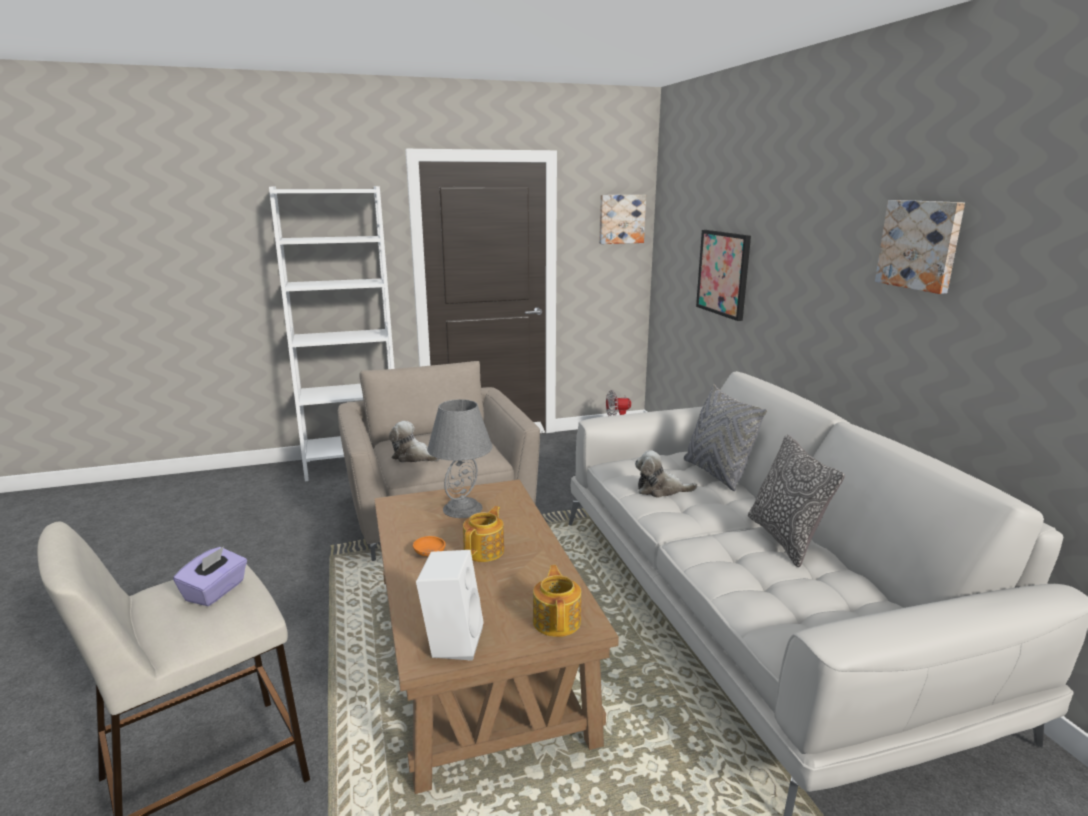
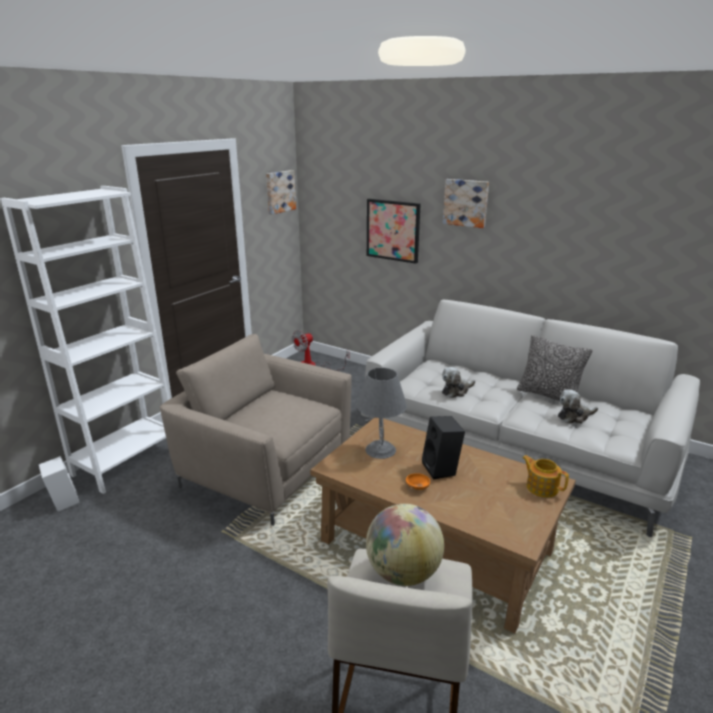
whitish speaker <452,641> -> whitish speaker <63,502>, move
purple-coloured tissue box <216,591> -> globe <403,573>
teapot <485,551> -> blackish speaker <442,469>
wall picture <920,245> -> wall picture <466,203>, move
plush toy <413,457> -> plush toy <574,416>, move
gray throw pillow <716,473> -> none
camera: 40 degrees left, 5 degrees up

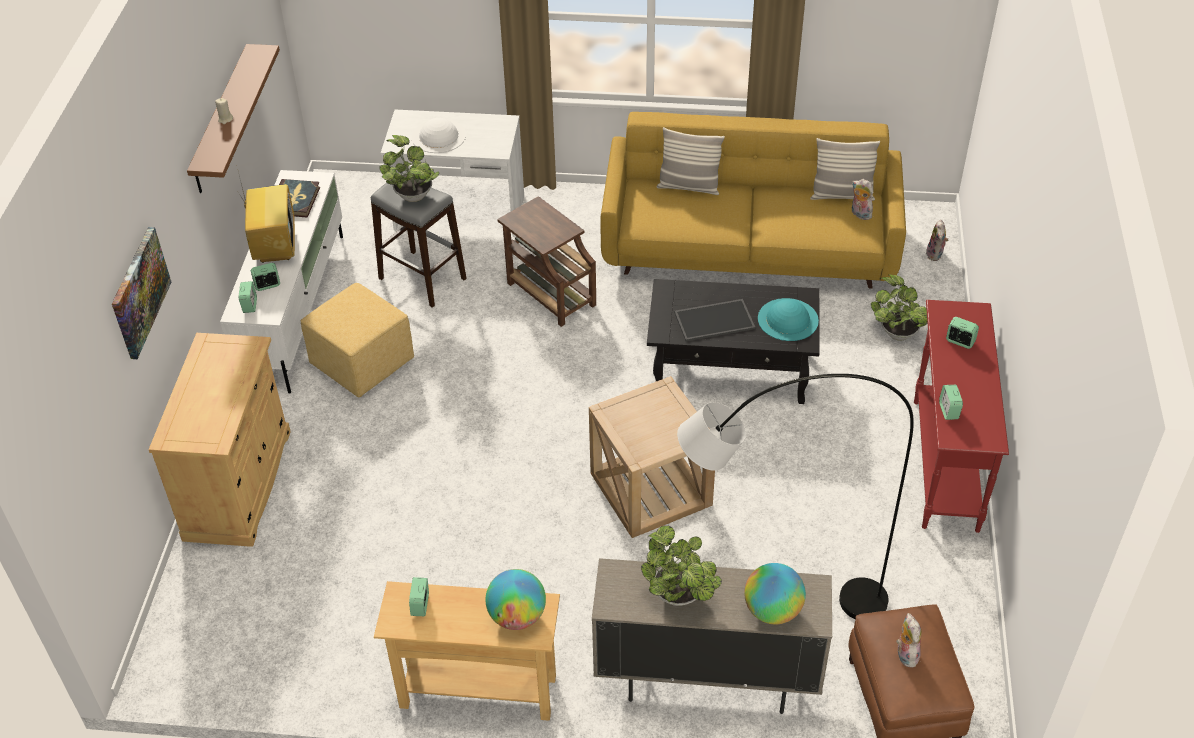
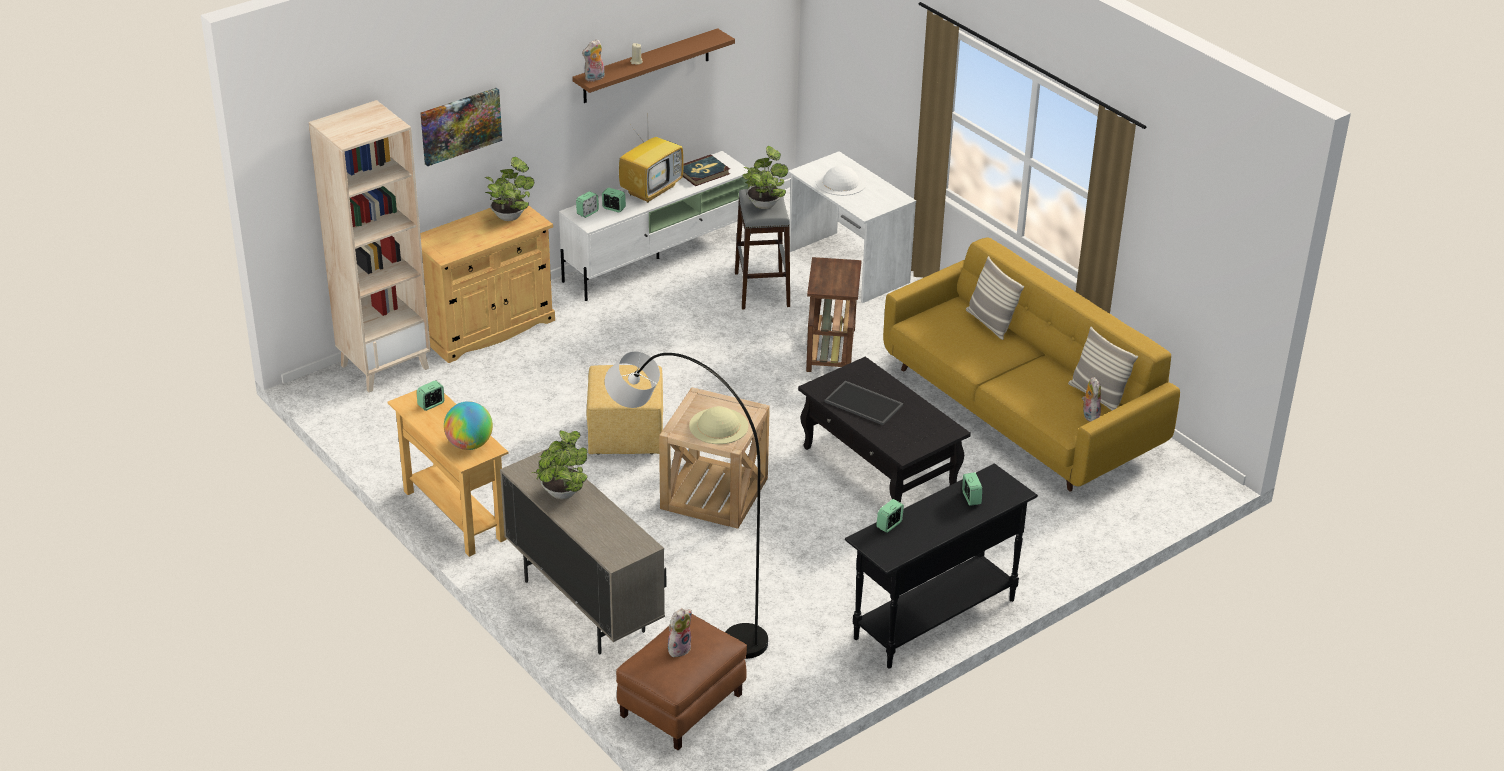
none -> beige bookcase <385,366>
plant in a pot <896,331> -> plant in a pot <510,215>, move
plush toy <935,255> -> plush toy <594,78>, move
yellow-coloured pouffe <361,364> -> yellow-coloured pouffe <624,436>, move
none -> beige hat <718,426>
reddish hall table <944,464> -> blackish hall table <933,619>
globe <772,610> -> none
blue-green hat <788,319> -> none
camera: 45 degrees right, 10 degrees down

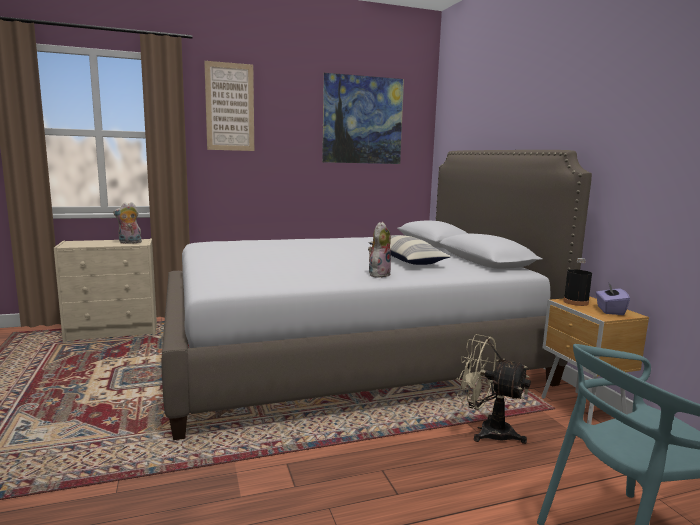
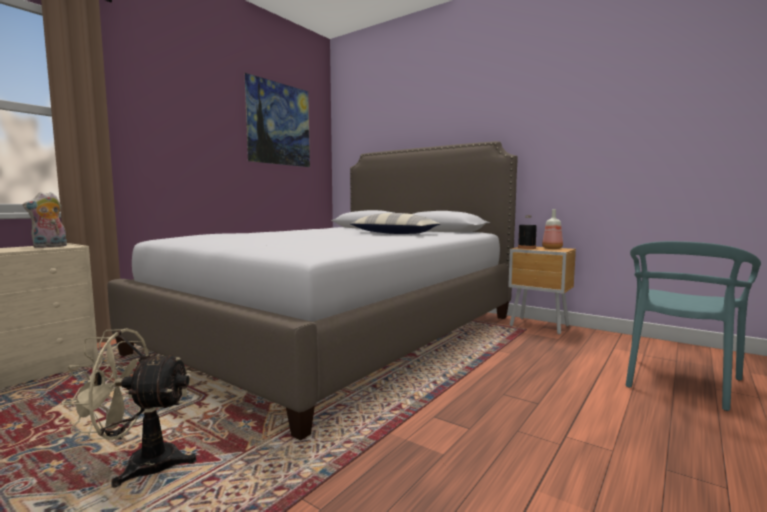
beige cooling fan <487,431> -> beige cooling fan <140,465>, move
purple-coloured tissue box <609,310> -> drink bottle <553,248>
wall picture <230,107> -> none
plush toy <378,274> -> none
camera: 35 degrees left, 5 degrees down

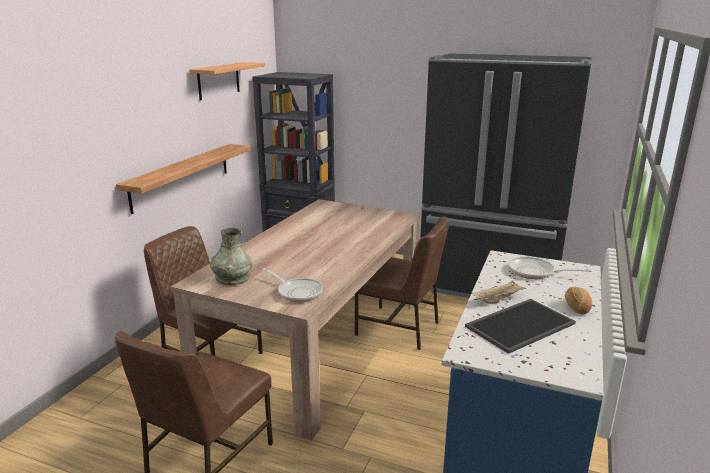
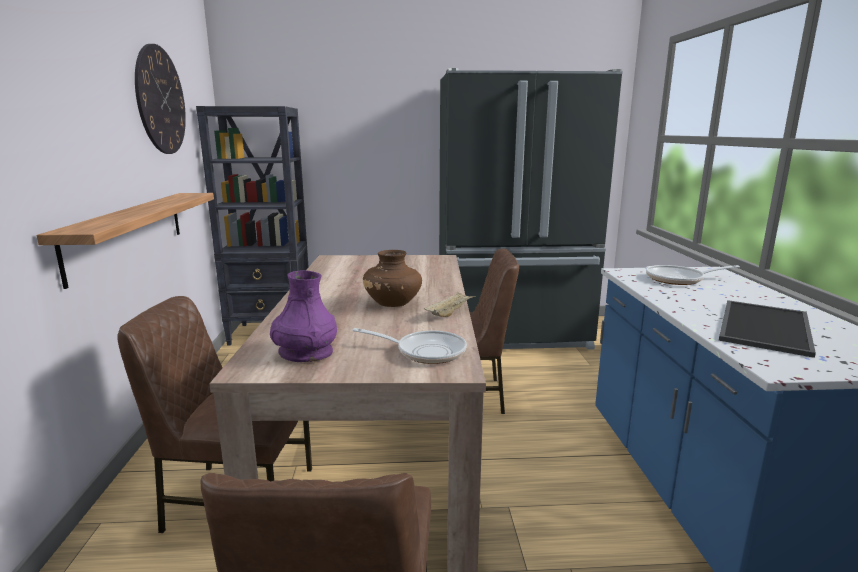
bracket shelf <218,80> -> clock on the wall <160,100>
gray decorative vase <232,278> -> purple-coloured decorative vase <305,353>
none -> brown-coloured decorative vase <393,304>
beige tray <498,300> -> beige tray <449,313>, move
bread <576,307> -> none
camera: 25 degrees left, 5 degrees down

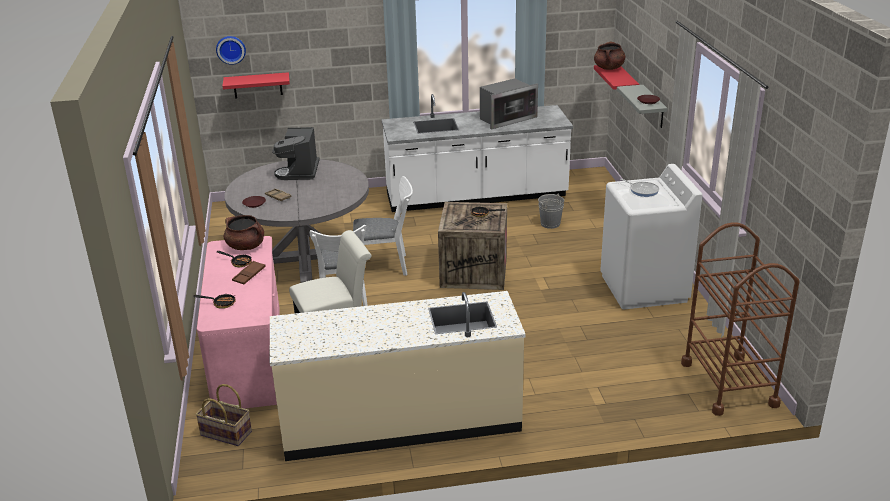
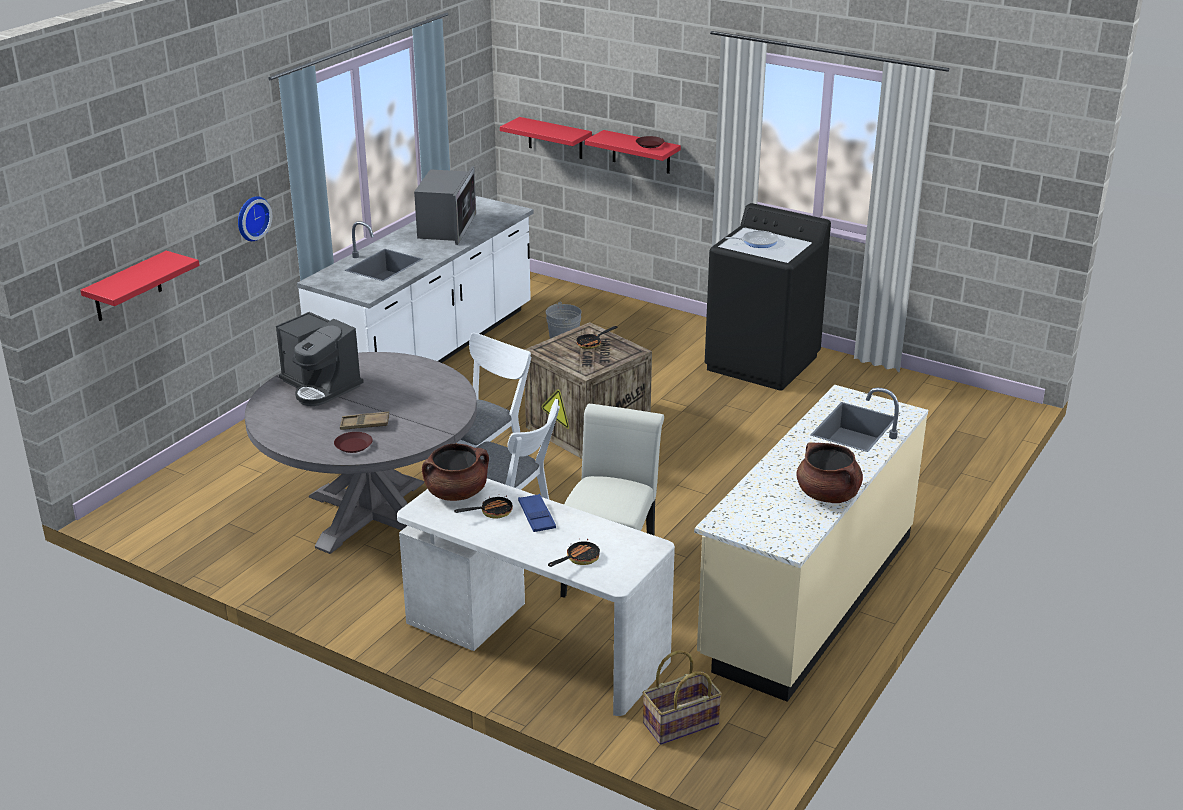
clock on the wall <231,49> -> clock on the wall <251,218>, move
pink-coloured desk <248,356> -> whitish desk <535,644>
brown-coloured tray <249,275> -> bluish tray <536,516>
gray bracket shelf <653,107> -> reddish bracket shelf <641,152>
whitish laundry machine <644,288> -> blackish laundry machine <762,363>
brown-coloured saucepot <609,68> -> brown-coloured saucepot <828,495>, move
brown-coloured trolley <728,384> -> none
camera: 50 degrees left, 0 degrees up

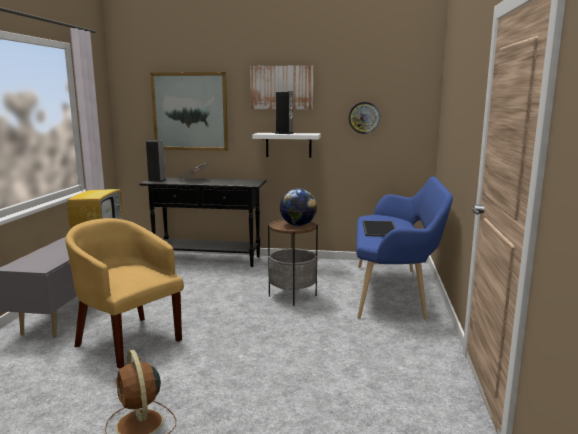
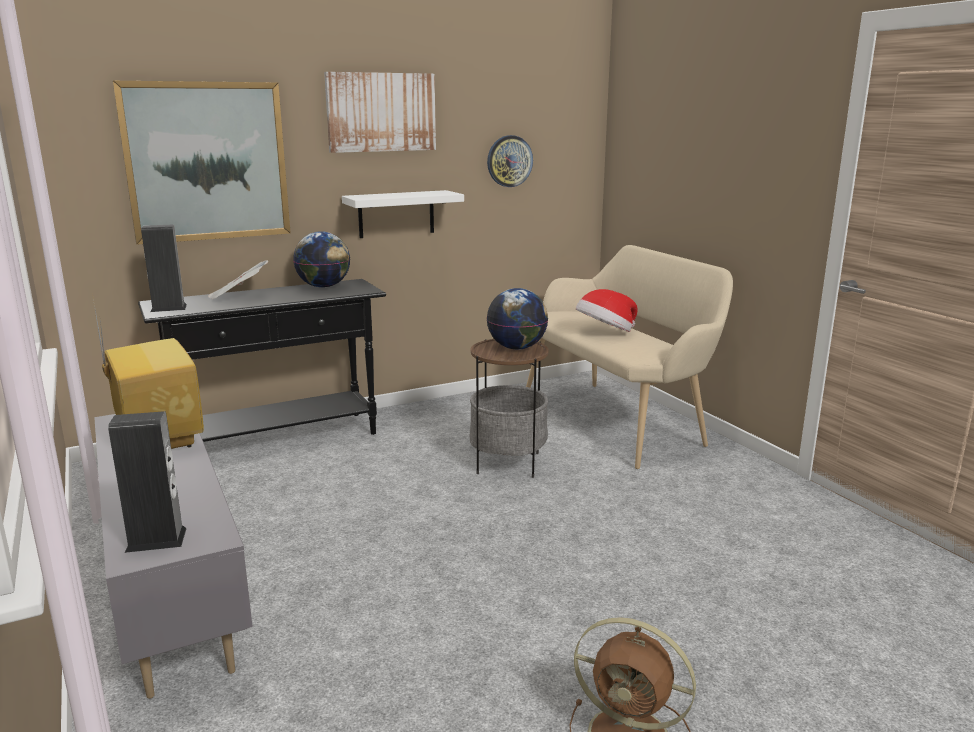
speaker <284,133> -> speaker <156,540>, move
none -> globe <324,286>
bluish long seat <394,291> -> beige long seat <618,419>
tray <380,229> -> hat <605,333>
yellow-coloured easy chair <128,340> -> none
camera: 35 degrees left, 5 degrees up

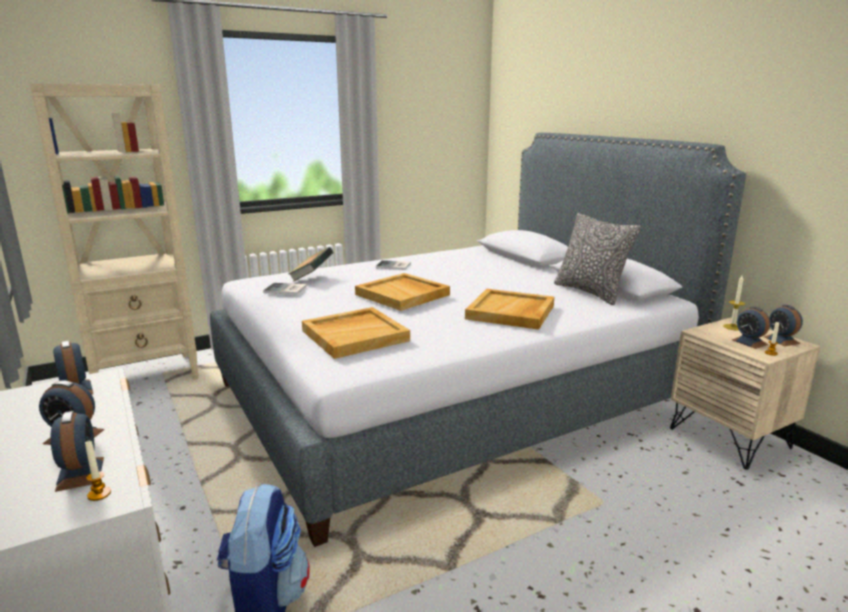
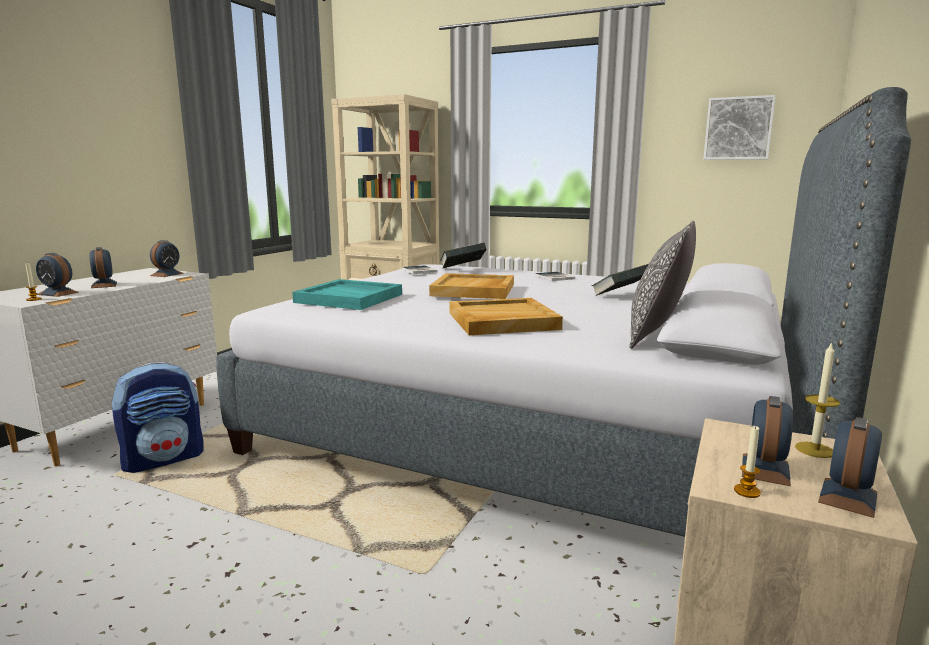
alarm clock <80,474> -> alarm clock <58,293>, 75 degrees clockwise
beige tray <355,335> -> blue-green tray <350,298>
none -> bound book <622,296>
none -> wall picture <738,128>
camera: 55 degrees right, 5 degrees down

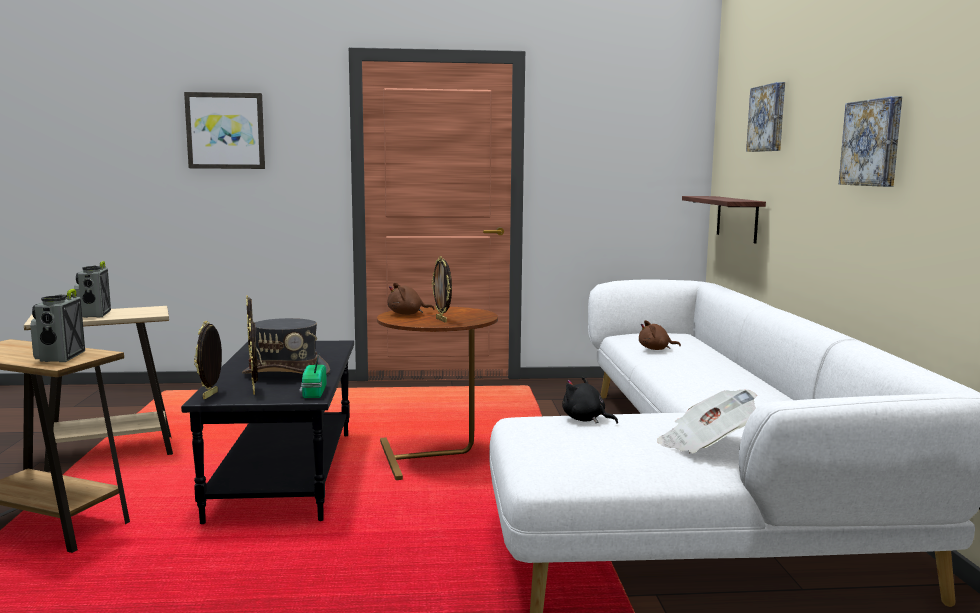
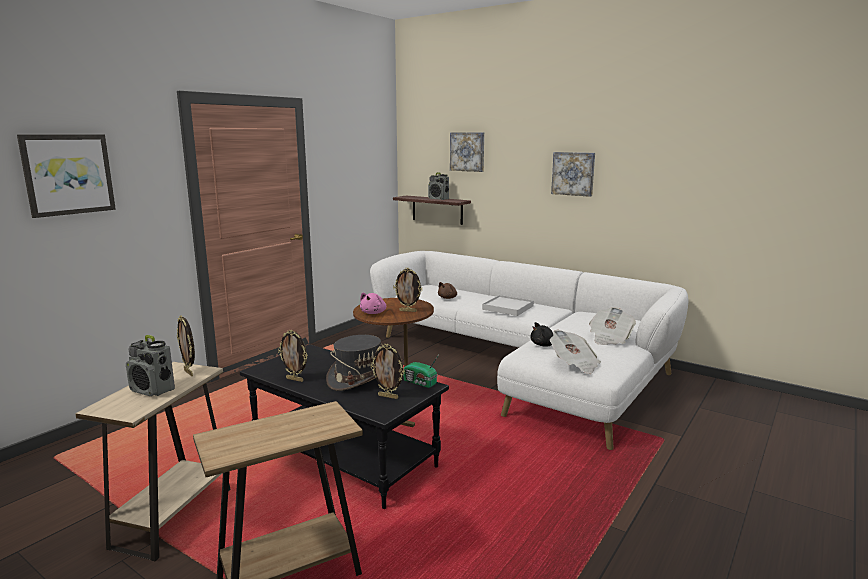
standing frame <211,395> -> standing frame <189,372>, move
brown-coloured plush toy <407,314> -> pink-coloured plush toy <374,313>
radio set <60,357> -> radio set <438,199>, move
none -> whitish tray <507,307>
none -> printed paper <574,364>
camera: 50 degrees left, 5 degrees up

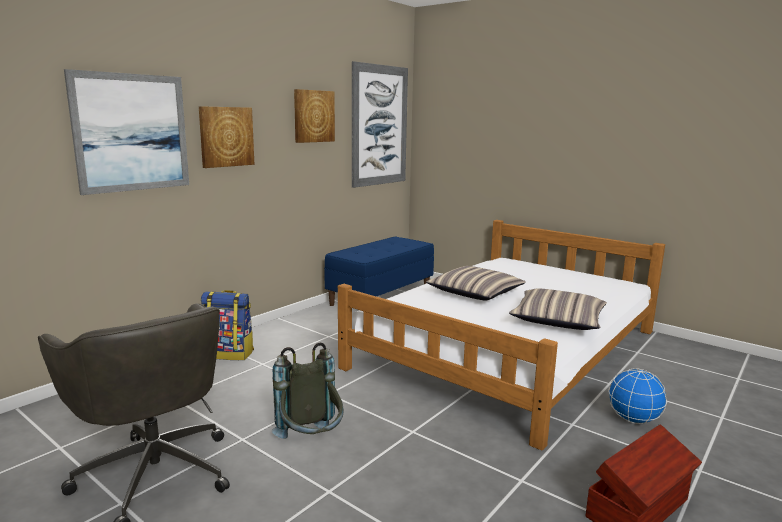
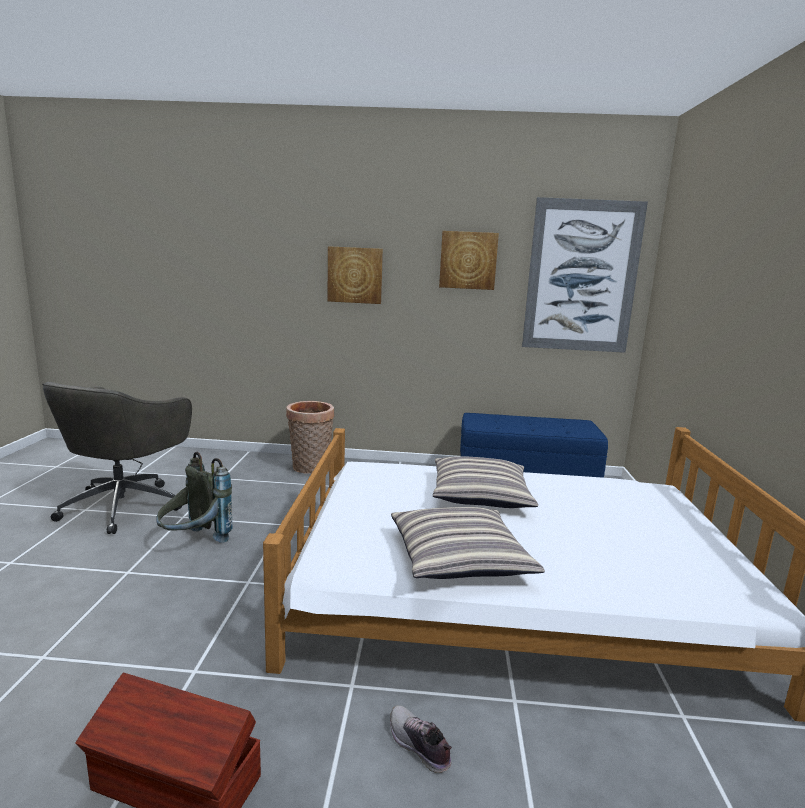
rucksack <229,353> -> storage basket <310,468>
globe <634,420> -> shoe <418,746>
wall picture <132,133> -> none
camera: 55 degrees right, 0 degrees up

